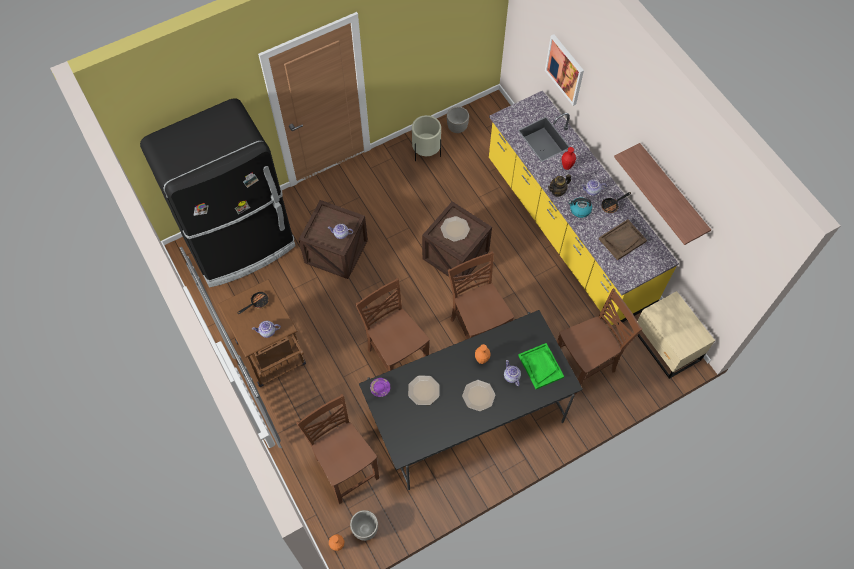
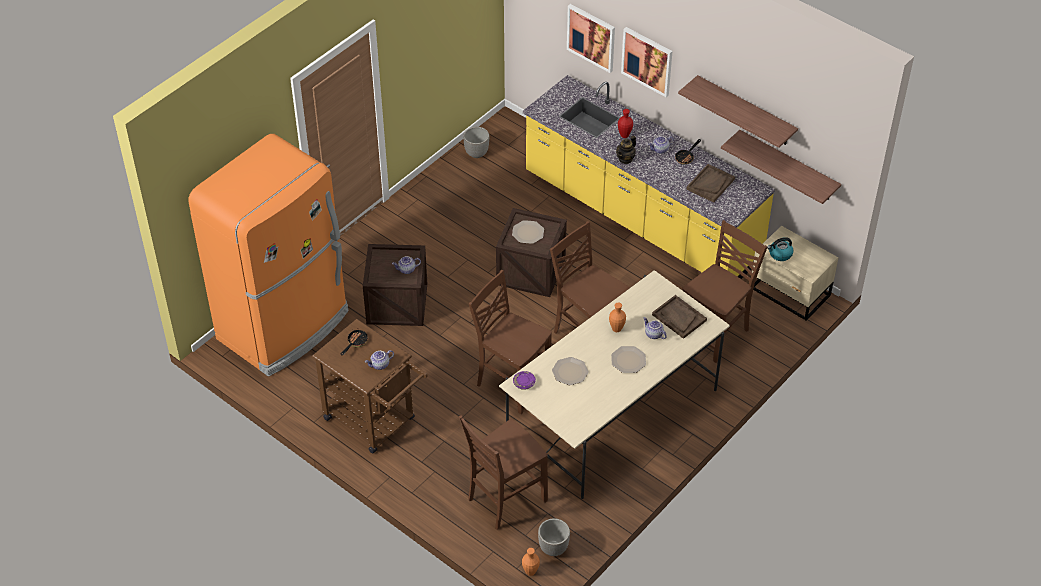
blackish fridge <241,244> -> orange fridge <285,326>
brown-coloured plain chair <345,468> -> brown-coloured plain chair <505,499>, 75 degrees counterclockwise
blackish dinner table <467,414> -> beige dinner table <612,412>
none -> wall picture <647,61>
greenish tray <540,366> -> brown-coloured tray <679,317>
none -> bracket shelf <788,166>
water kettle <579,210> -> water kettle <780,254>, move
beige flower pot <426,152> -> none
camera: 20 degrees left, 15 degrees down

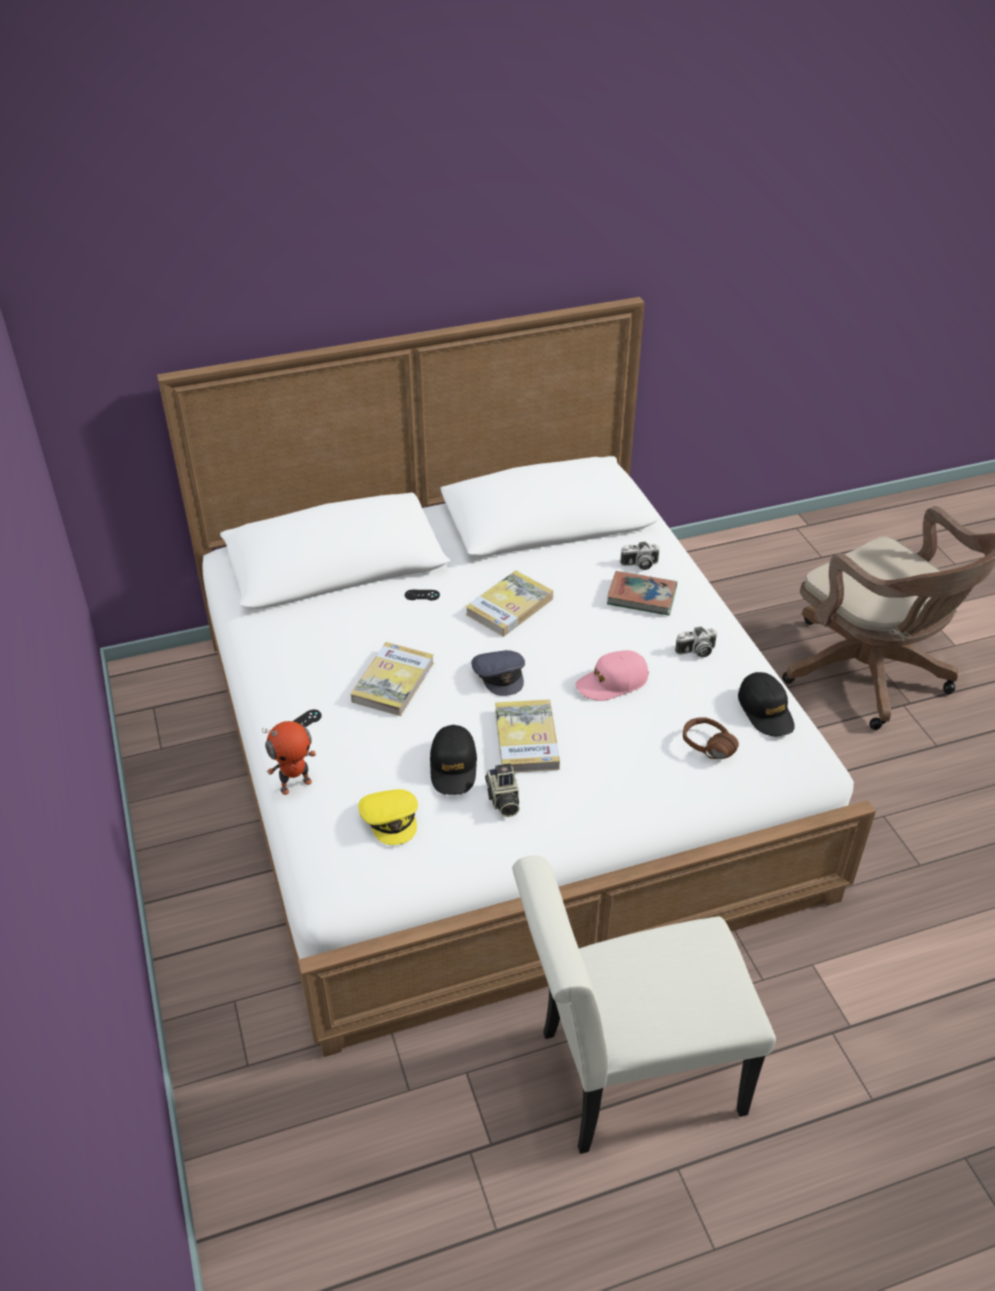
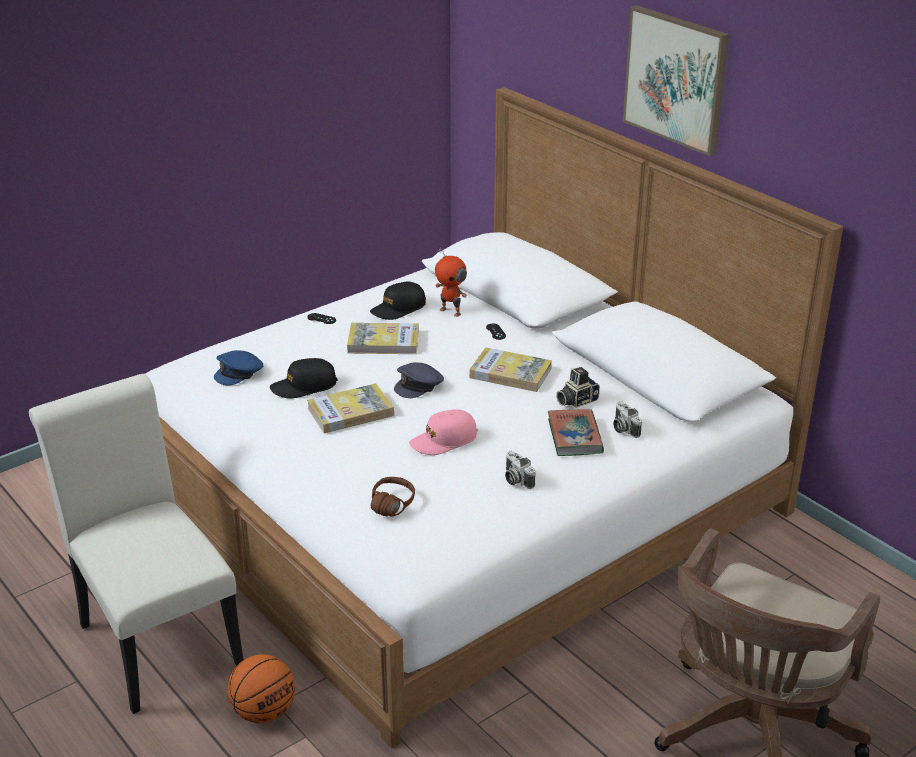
yellow-coloured cap <390,819> -> bluish cap <239,373>
none -> basketball <263,712>
blackish cap <766,711> -> blackish cap <398,308>, move
pink-coloured cap <612,682> -> pink-coloured cap <443,440>, 75 degrees counterclockwise
robot figure <295,784> -> robot figure <451,311>, move
photo camera <503,800> -> photo camera <576,400>, move
none -> wall picture <676,79>
camera: 70 degrees right, 10 degrees down

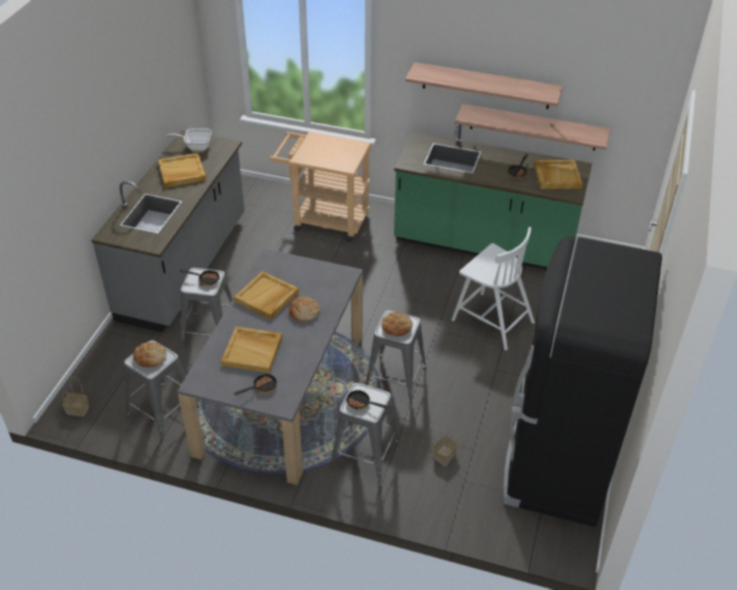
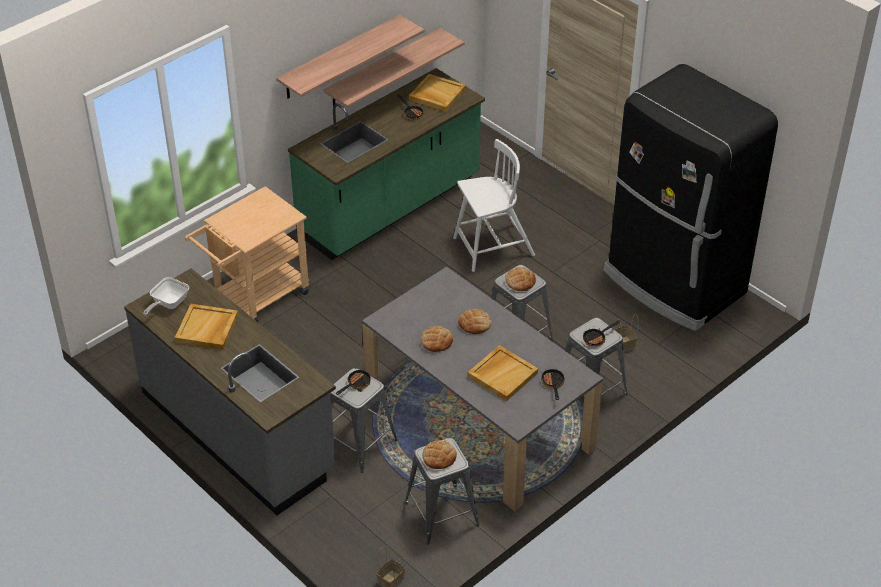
beige tray <266,297> -> bread <436,341>
camera: 60 degrees left, 0 degrees up

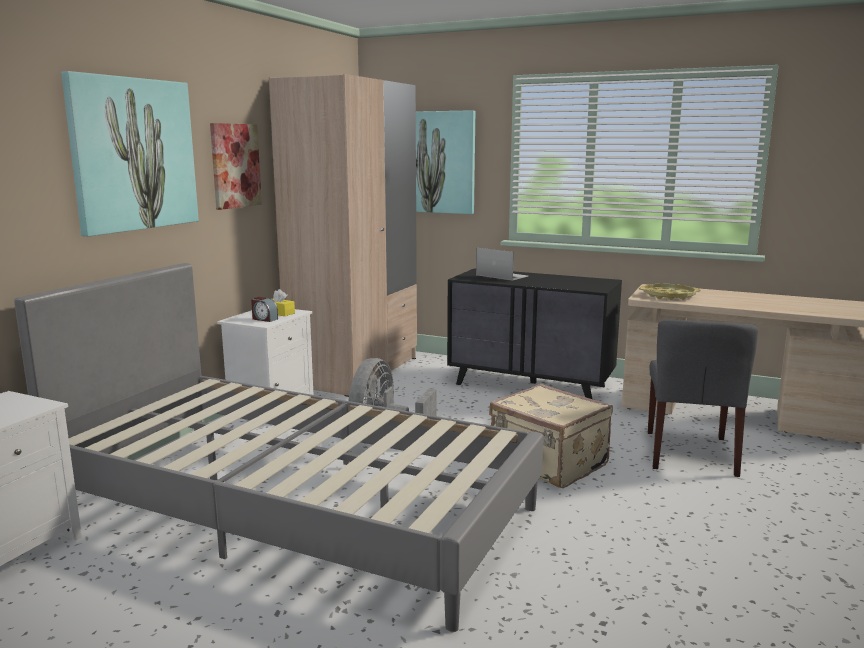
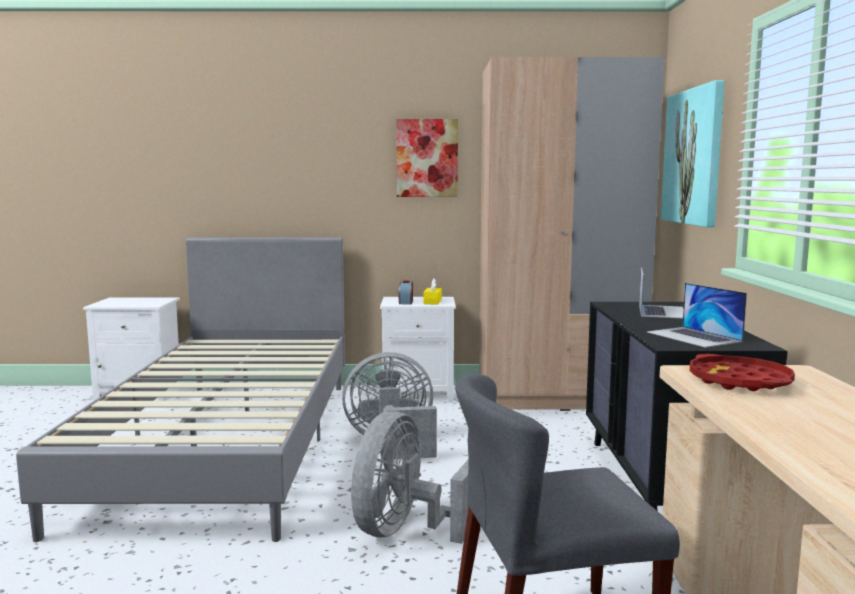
beige suitcase <548,464> -> gray cooling fan <405,531>
none -> laptop <694,337>
yellow-coloured tray <669,296> -> reddish tray <739,381>
wall picture <133,154> -> none
camera: 65 degrees right, 5 degrees down

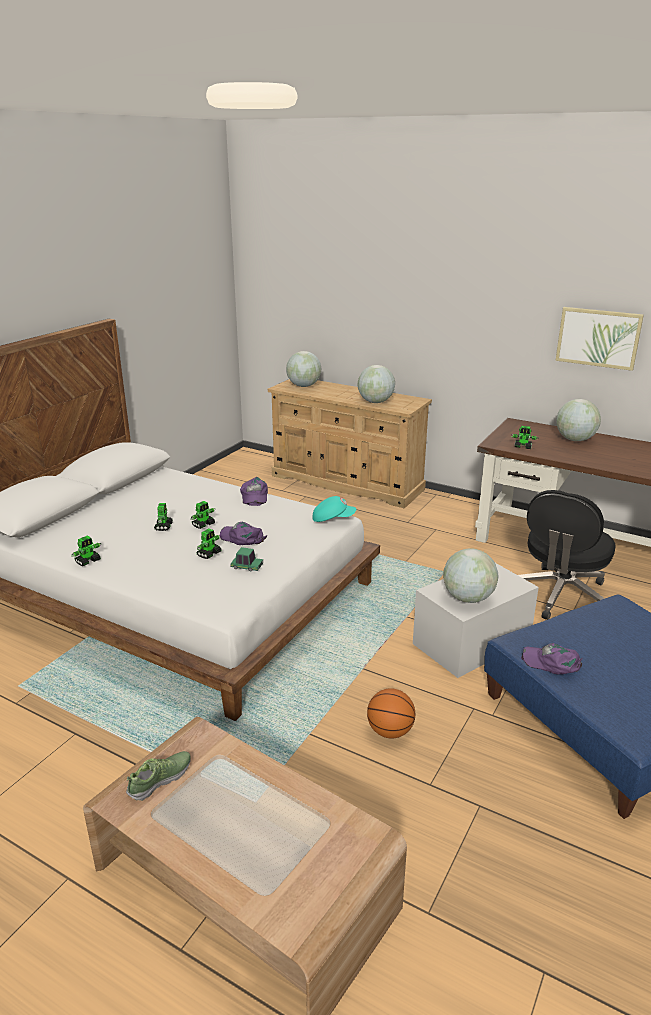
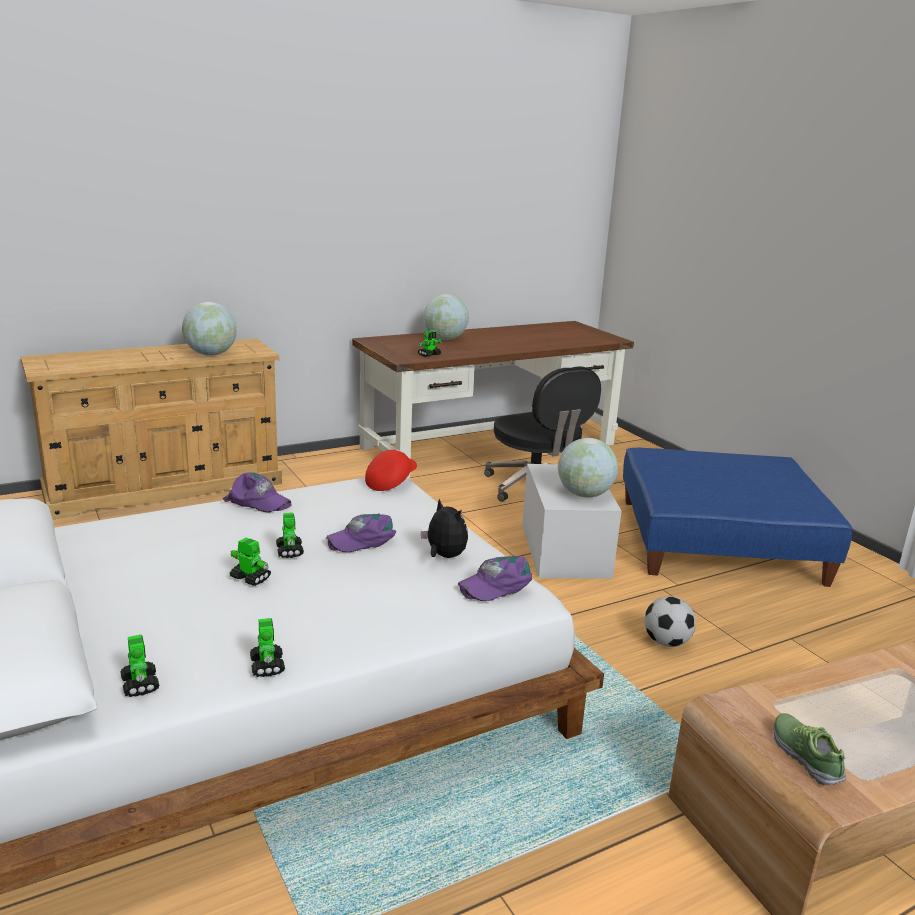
robot figure <209,554> -> robot figure <140,684>, move
blue-green cap <333,519> -> reddish cap <390,481>
model car <247,566> -> plush toy <444,556>
purple-coloured cap <552,662> -> purple-coloured cap <495,584>, move
basketball <390,731> -> football <666,642>
globe <303,386> -> none
wall picture <598,338> -> none
camera: 60 degrees left, 5 degrees down

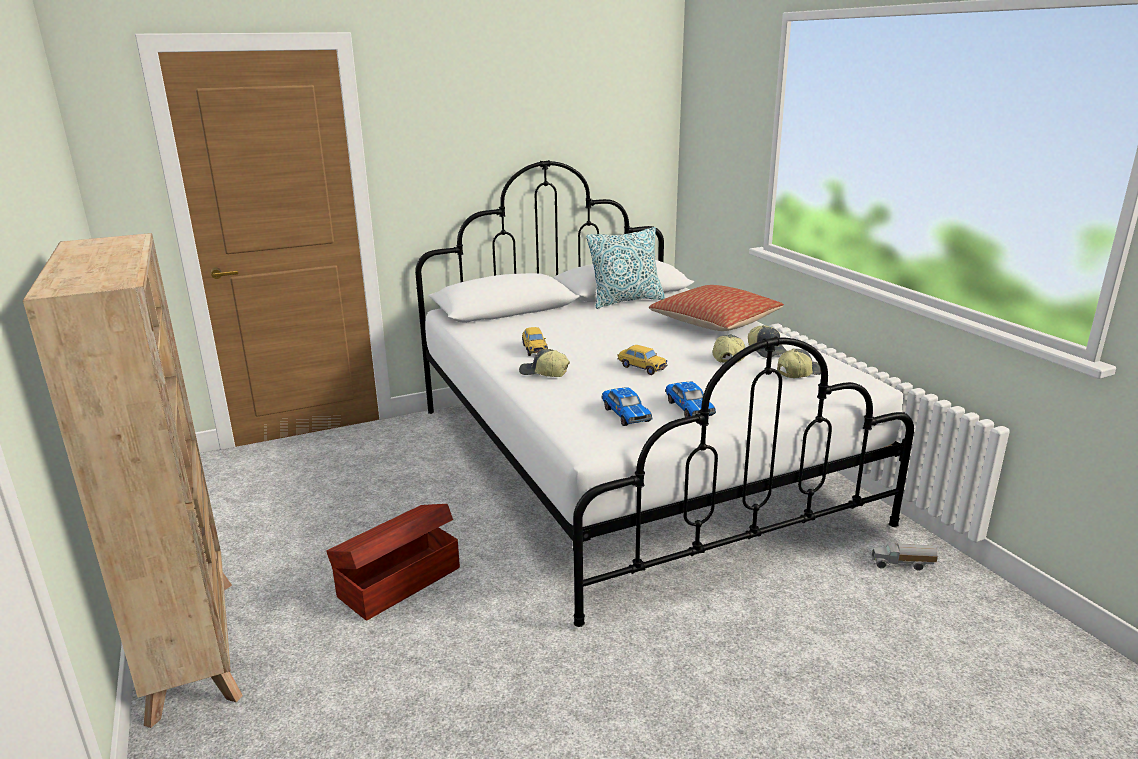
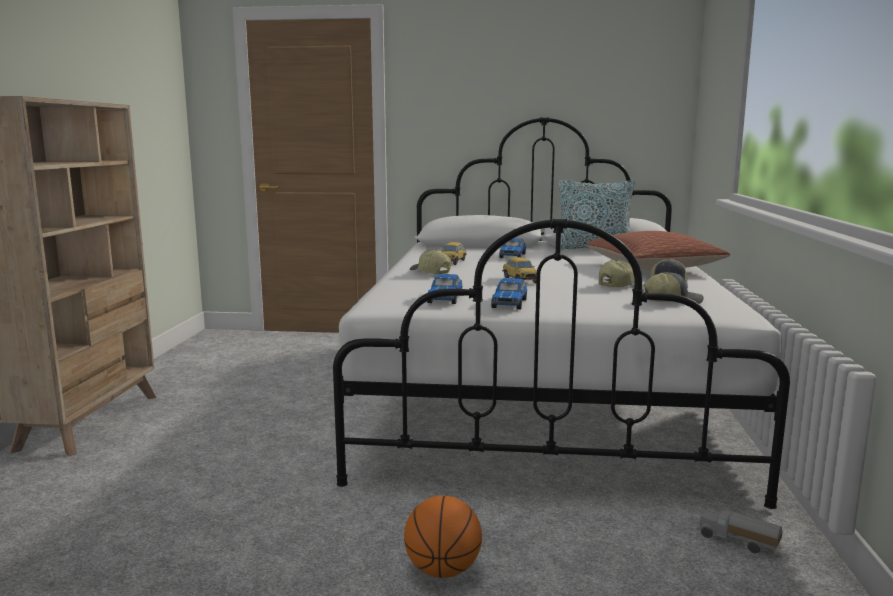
none -> basketball <443,570>
none -> model car <513,256>
brown-coloured storage container <397,582> -> none
camera: 30 degrees right, 10 degrees down

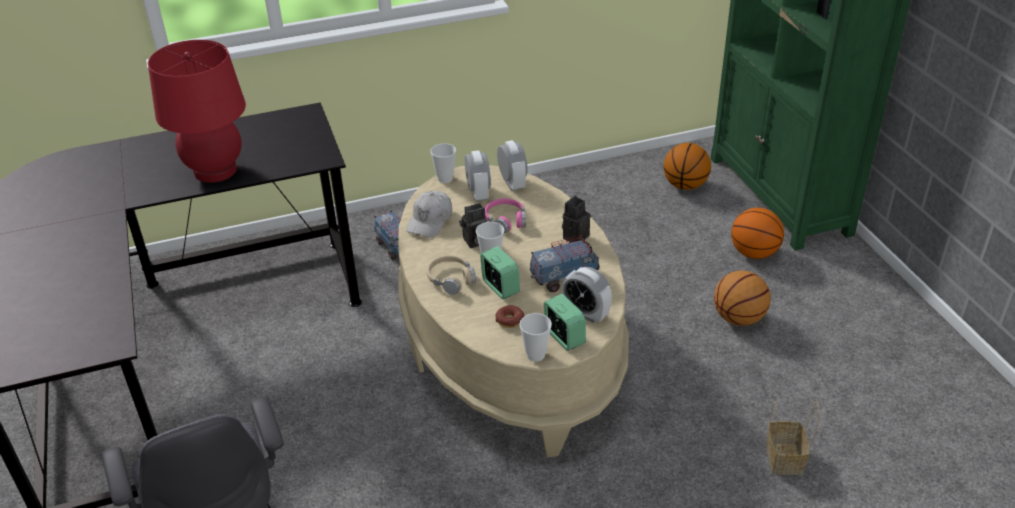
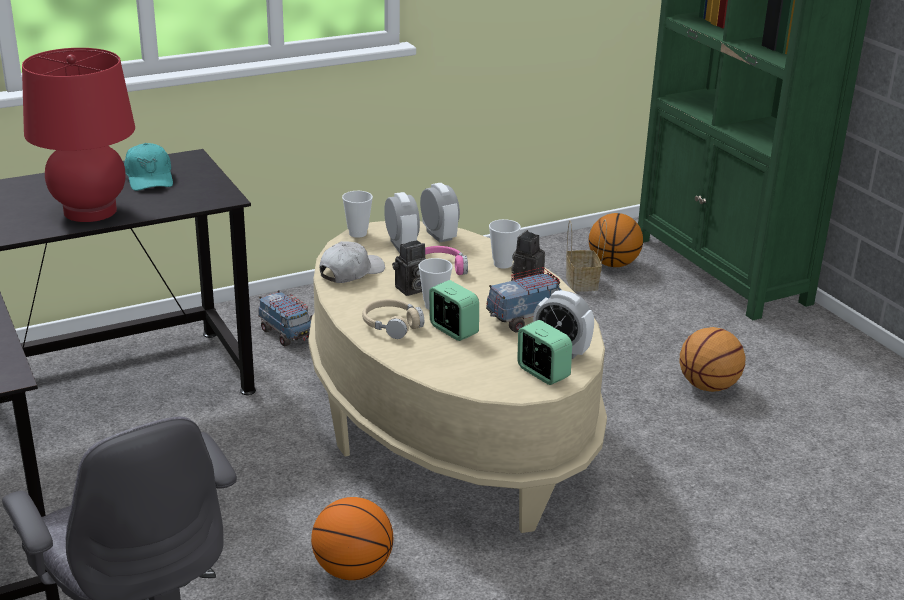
none -> blue-green cap <150,178>
basketball <754,253> -> basketball <353,570>, move
whitish cap <430,221> -> whitish cap <351,272>, 150 degrees counterclockwise
drinking cup <535,355> -> drinking cup <502,264>, move
storage basket <785,460> -> storage basket <583,283>, move
doughnut <509,320> -> none
camera: 10 degrees left, 10 degrees down

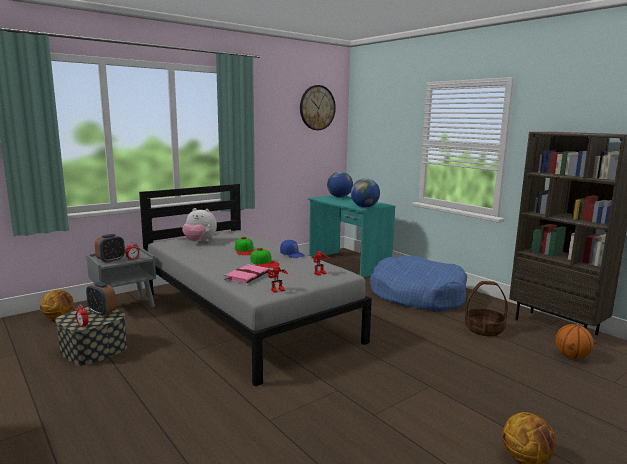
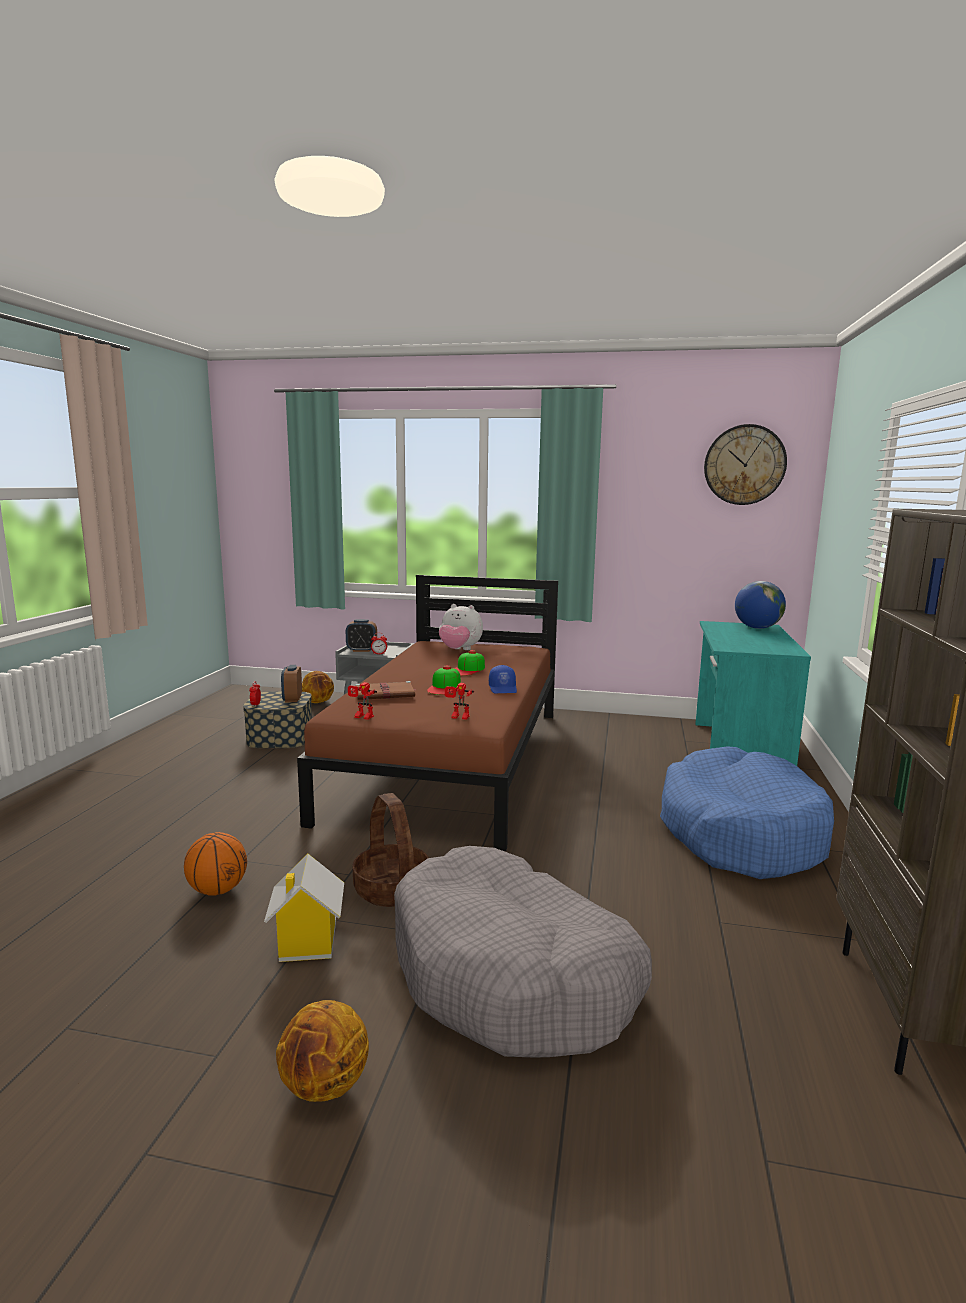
basketball <571,357> -> basketball <218,890>, move
none -> miniature house <307,943>
gray bed <246,316> -> brown-coloured bed <452,761>
storage basket <484,329> -> storage basket <391,889>, move
pink-coloured bound book <247,275> -> brown-coloured bound book <386,694>
none -> gray dog bed <512,974>
plush toy <199,242> -> plush toy <459,650>, 45 degrees counterclockwise
globe <364,207> -> none
camera: 50 degrees right, 0 degrees up

